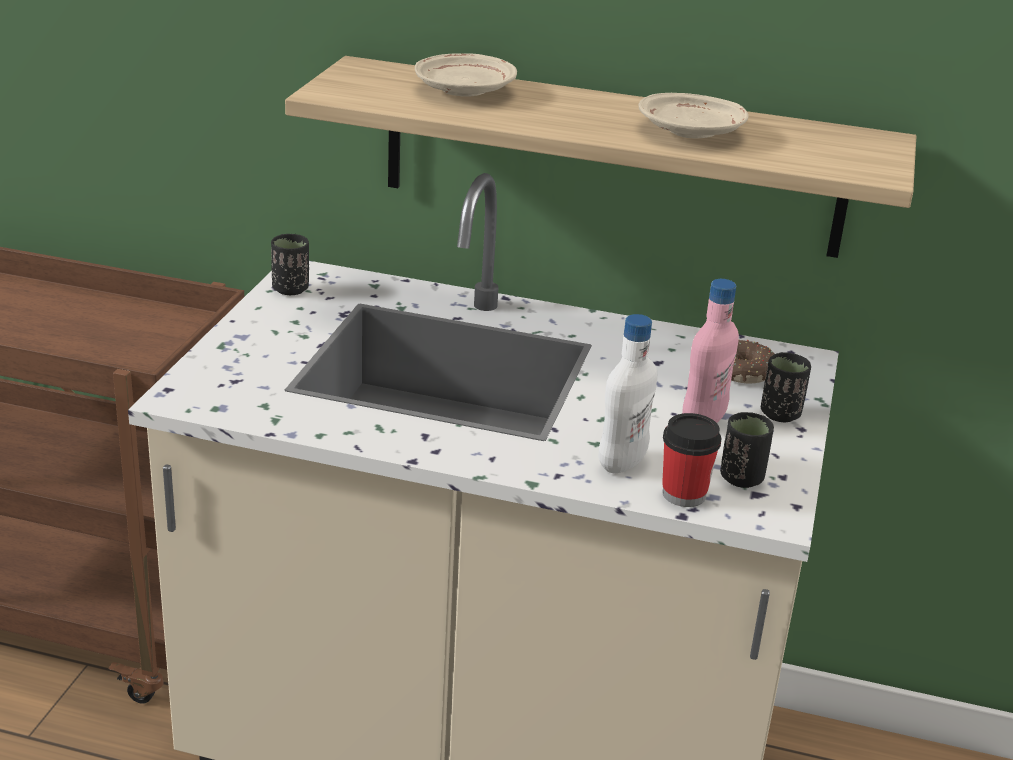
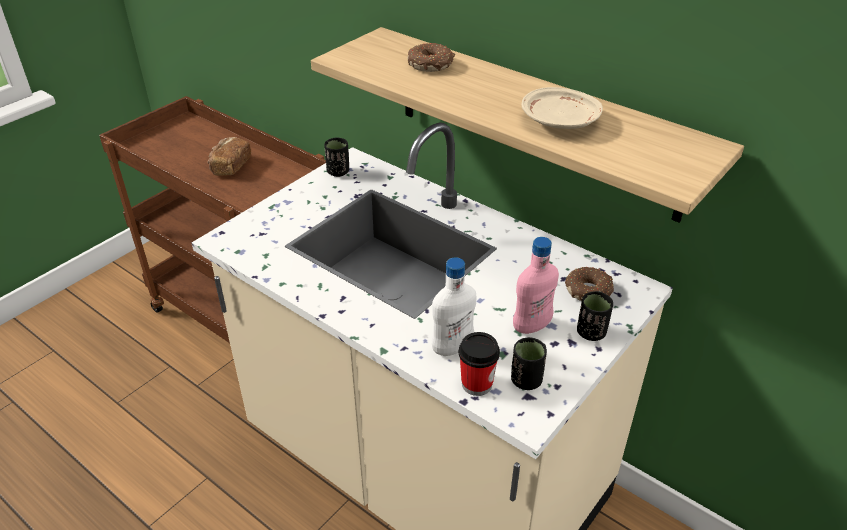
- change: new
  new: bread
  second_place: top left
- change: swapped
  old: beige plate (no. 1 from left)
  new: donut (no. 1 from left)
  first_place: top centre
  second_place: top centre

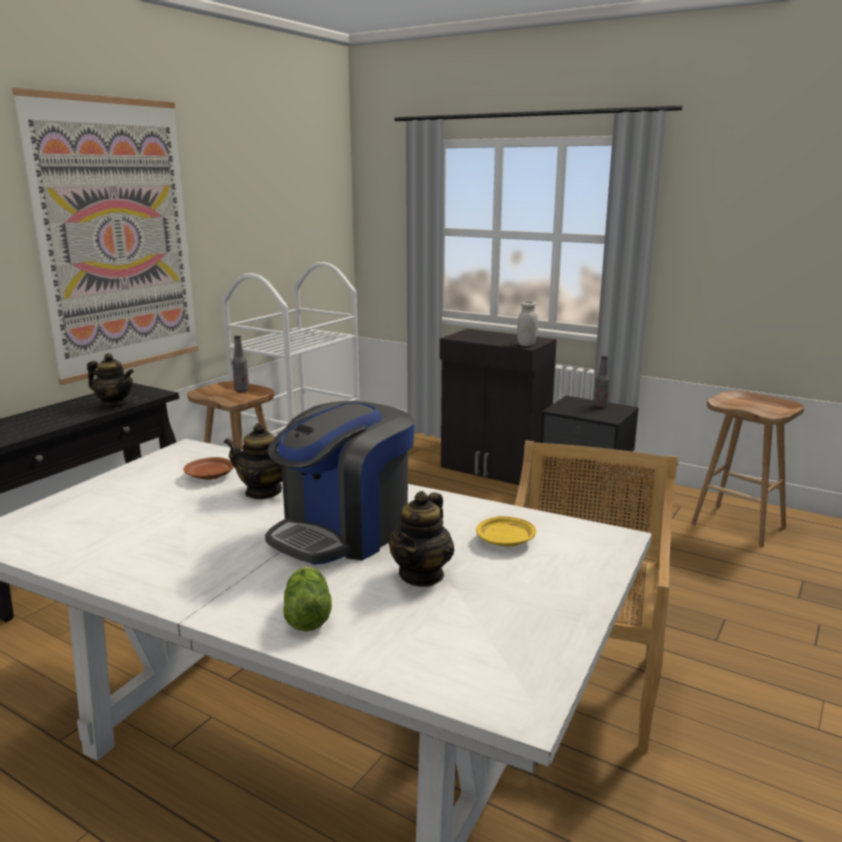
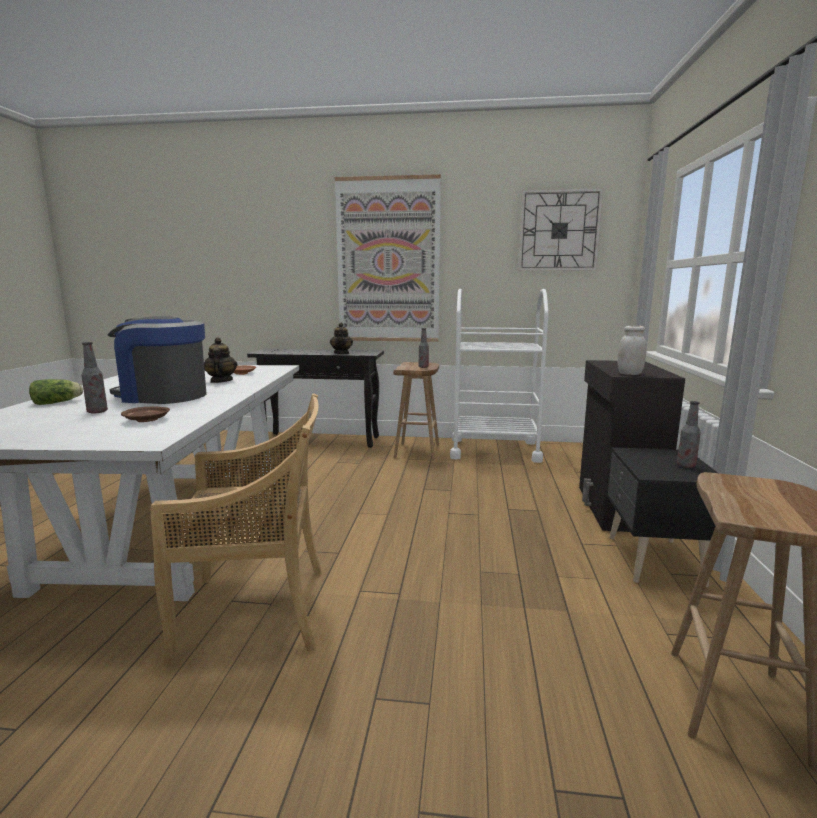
- change: new
  new: wall clock
  second_place: top right
- change: swapped
  old: teapot (no. 3 from left)
  new: bottle (no. 1 from left)
  first_place: centre
  second_place: middle left
- change: repainted
  old: yellow plate
  new: brown plate (no. 1 from left)
  first_place: centre
  second_place: middle left

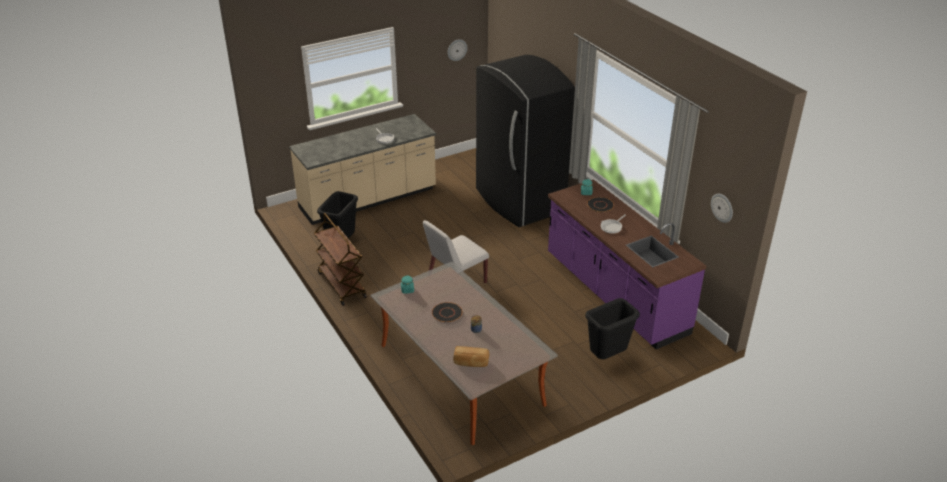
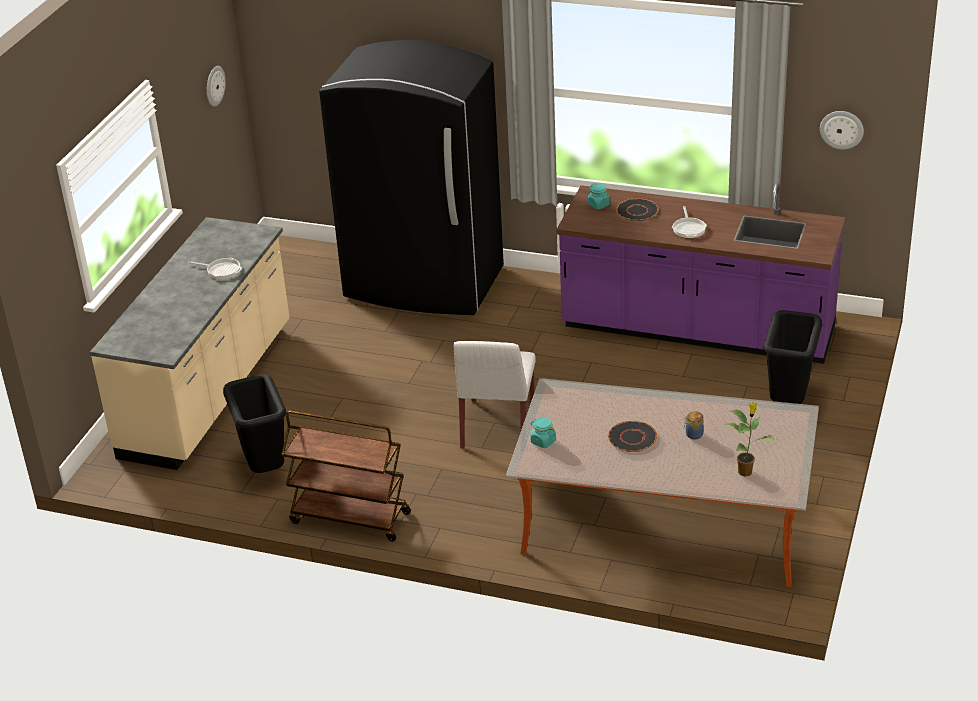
- change: swapped
  old: bread
  new: potted plant
  first_place: bottom centre
  second_place: middle right

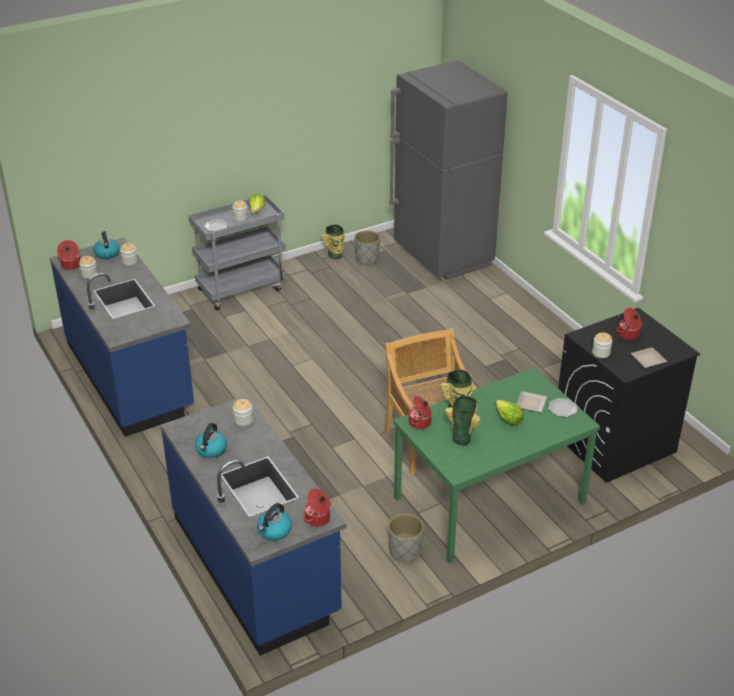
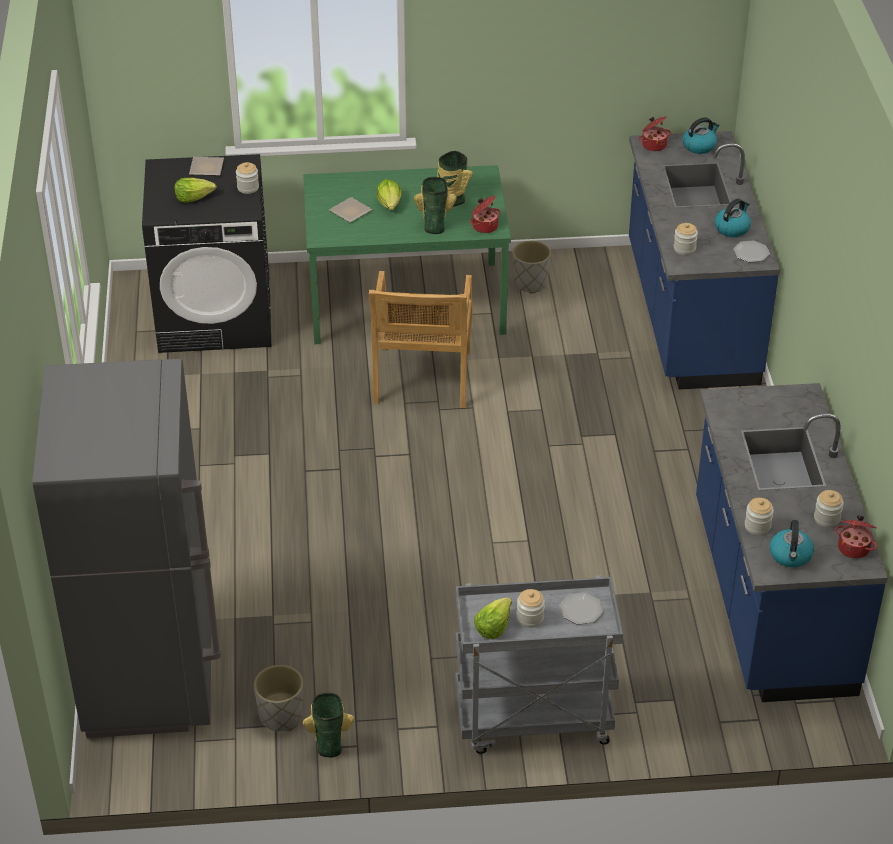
- change: shifted
  old: plate (no. 3 from left in the first image)
  new: plate (no. 4 from left)
  first_place: middle right
  second_place: top right
- change: swapped
  old: cooking pot (no. 4 from left)
  new: lettuce (no. 1 from left)
  first_place: middle right
  second_place: top left

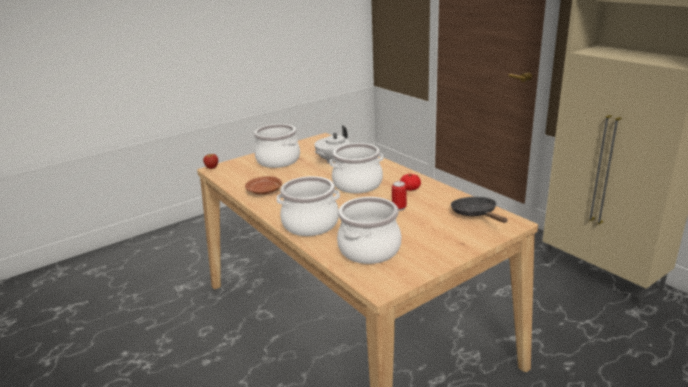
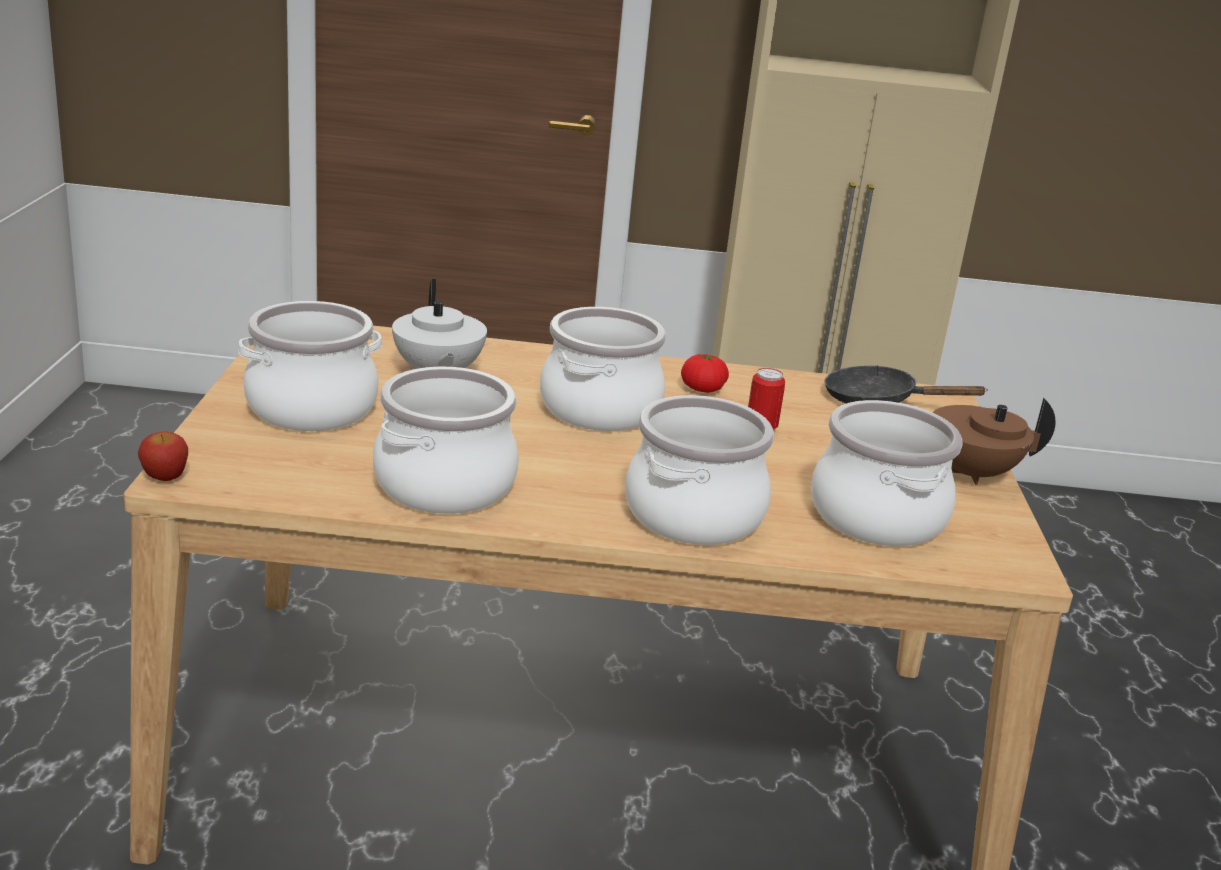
- change: new
  new: brown teapot
  second_place: middle right
- change: swapped
  old: brown plate
  new: cooking pot (no. 2 from left)
  first_place: centre
  second_place: centre

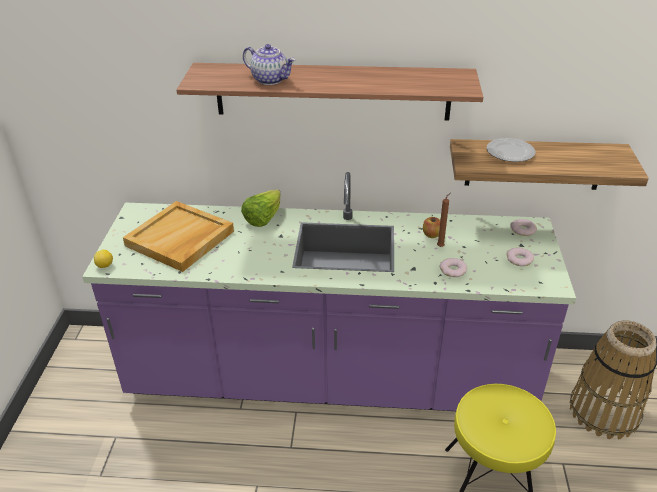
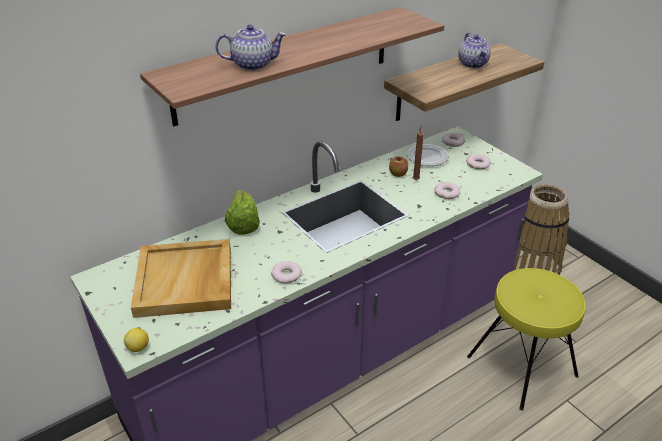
- change: new
  new: donut (no. 1 from left)
  second_place: centre
- change: new
  new: teapot (no. 2 from left)
  second_place: top right
- change: shifted
  old: plate
  first_place: top right
  second_place: centre

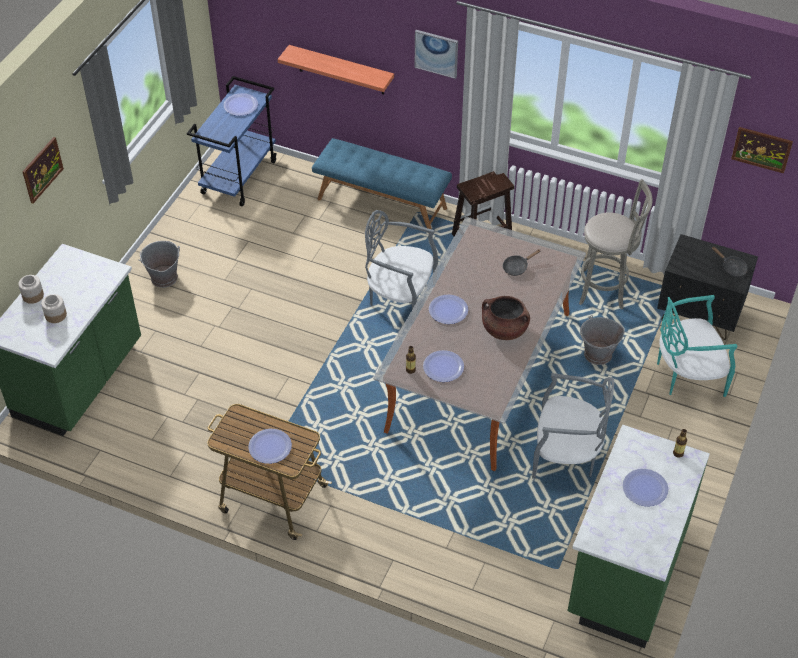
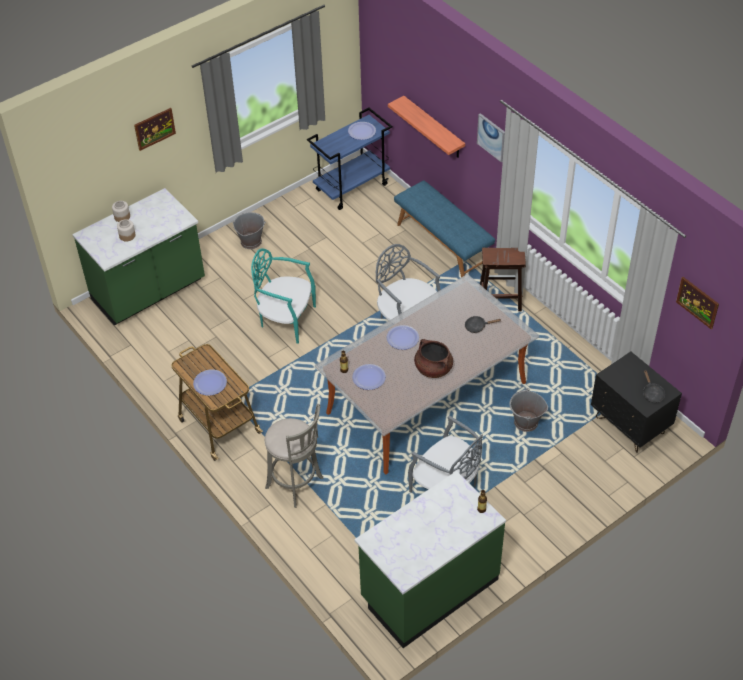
- change: gone
  old: plate (no. 5 from left)
  first_place: bottom right
- change: shifted
  old: grey stool
  first_place: middle right
  second_place: bottom centre
- change: shifted
  old: turquoise chair
  first_place: middle right
  second_place: centre

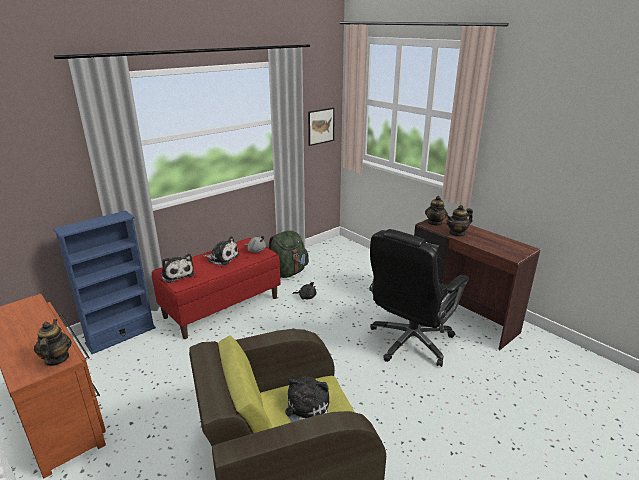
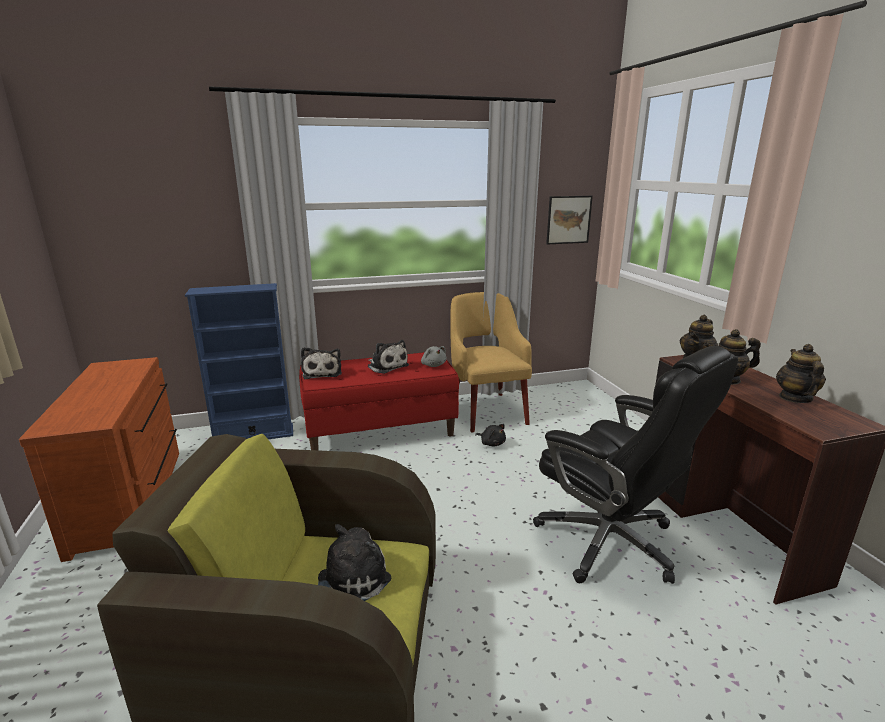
- change: shifted
  old: teapot (no. 1 from left in the first image)
  new: teapot (no. 3 from left)
  first_place: bottom left
  second_place: middle right
- change: swapped
  old: green backpack
  new: yellow armchair
  first_place: centre
  second_place: centre
- change: rotated
  old: black office chair
  first_place: centre
  second_place: middle right
  degrees: -105

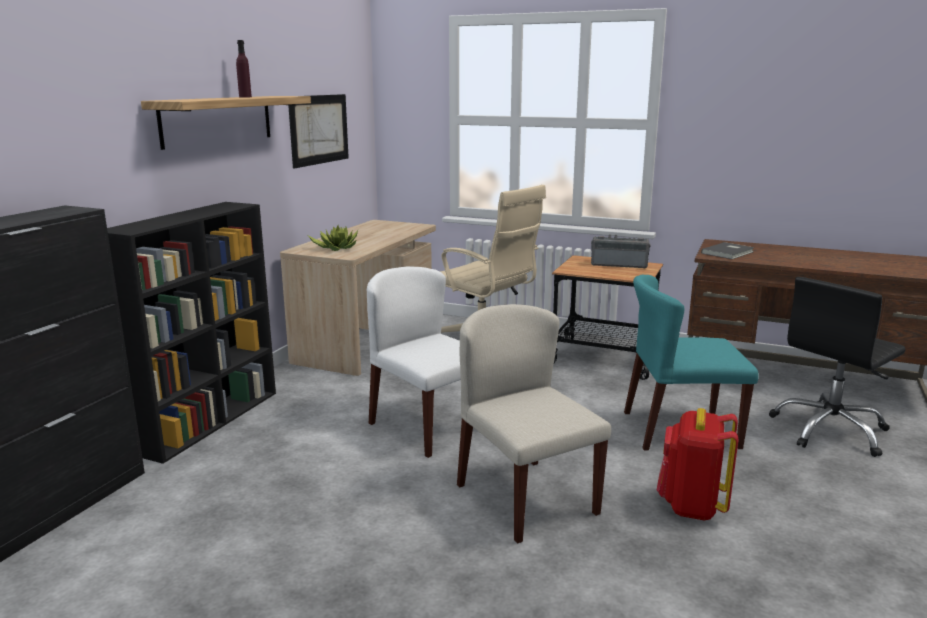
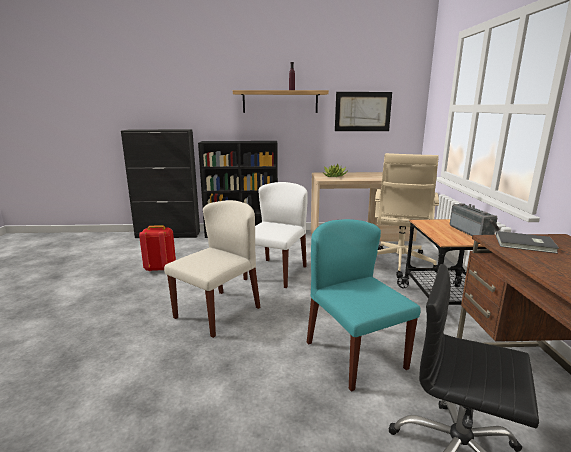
- change: shifted
  old: red backpack
  first_place: bottom right
  second_place: middle left

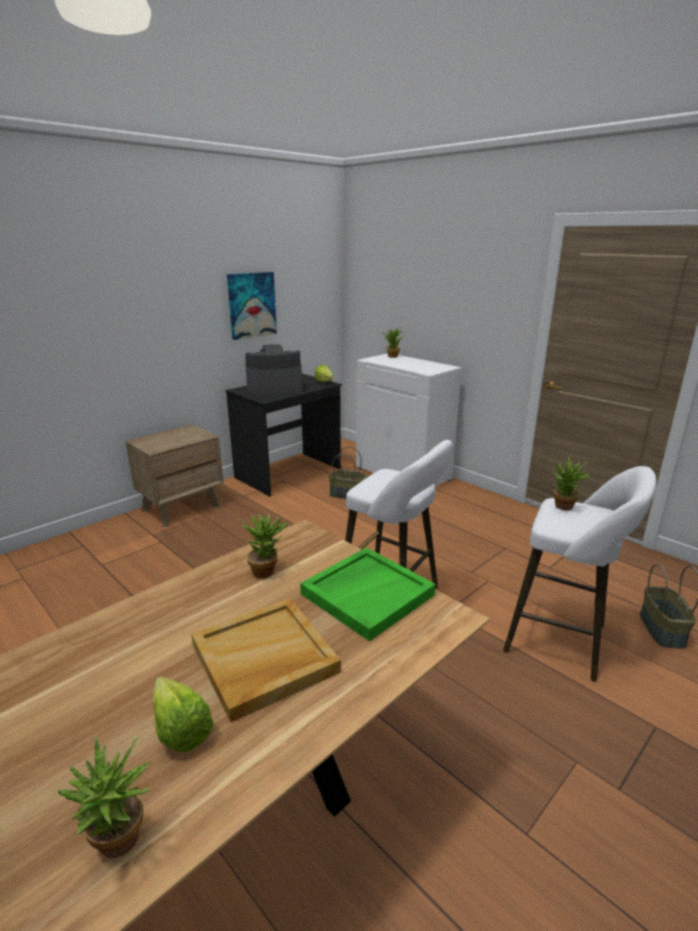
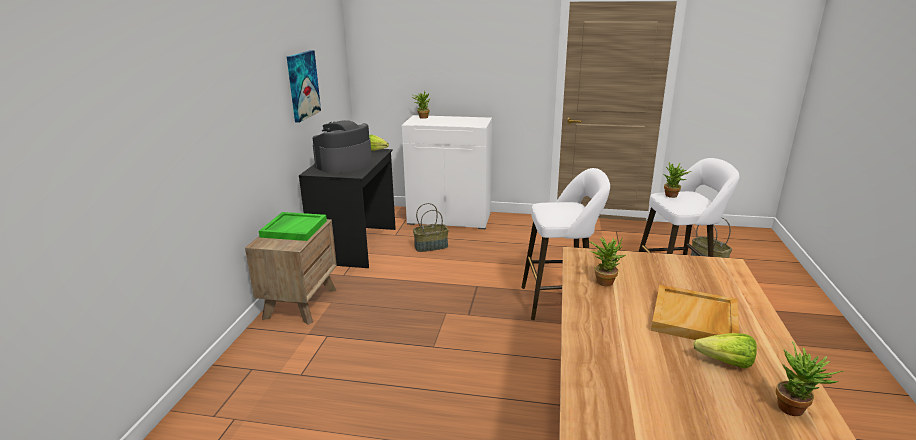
- change: shifted
  old: green tray
  first_place: centre
  second_place: middle left

